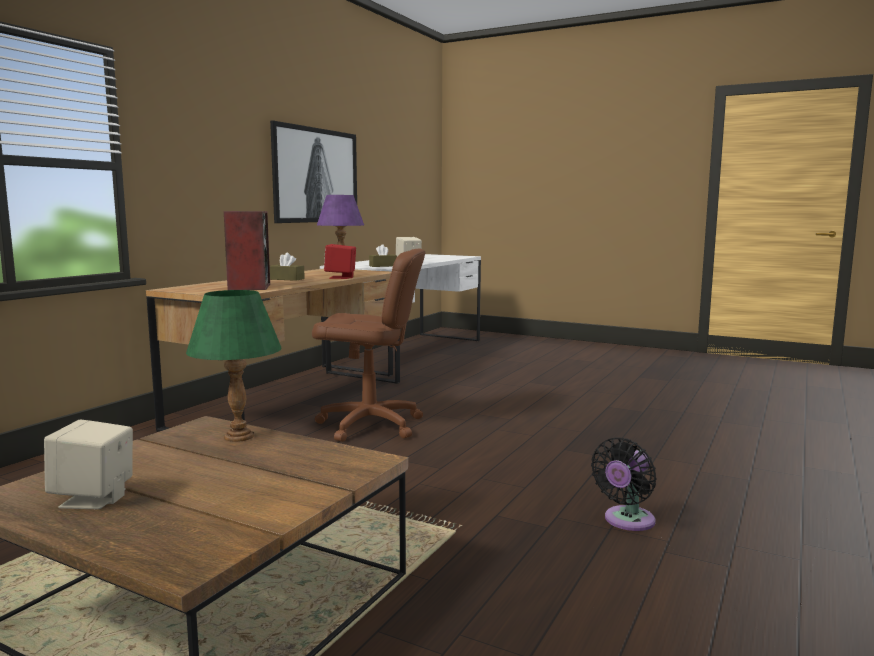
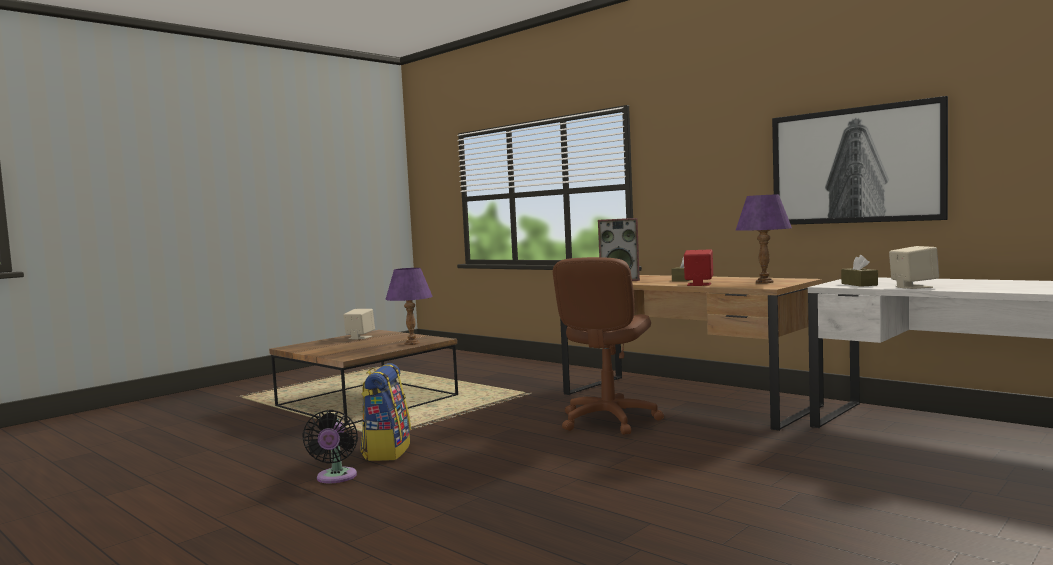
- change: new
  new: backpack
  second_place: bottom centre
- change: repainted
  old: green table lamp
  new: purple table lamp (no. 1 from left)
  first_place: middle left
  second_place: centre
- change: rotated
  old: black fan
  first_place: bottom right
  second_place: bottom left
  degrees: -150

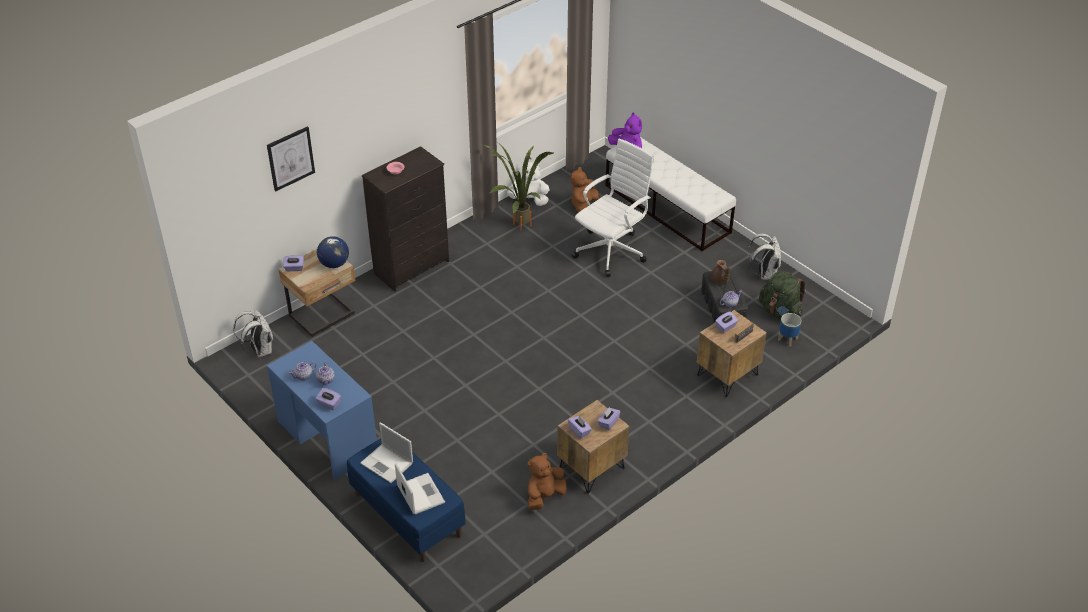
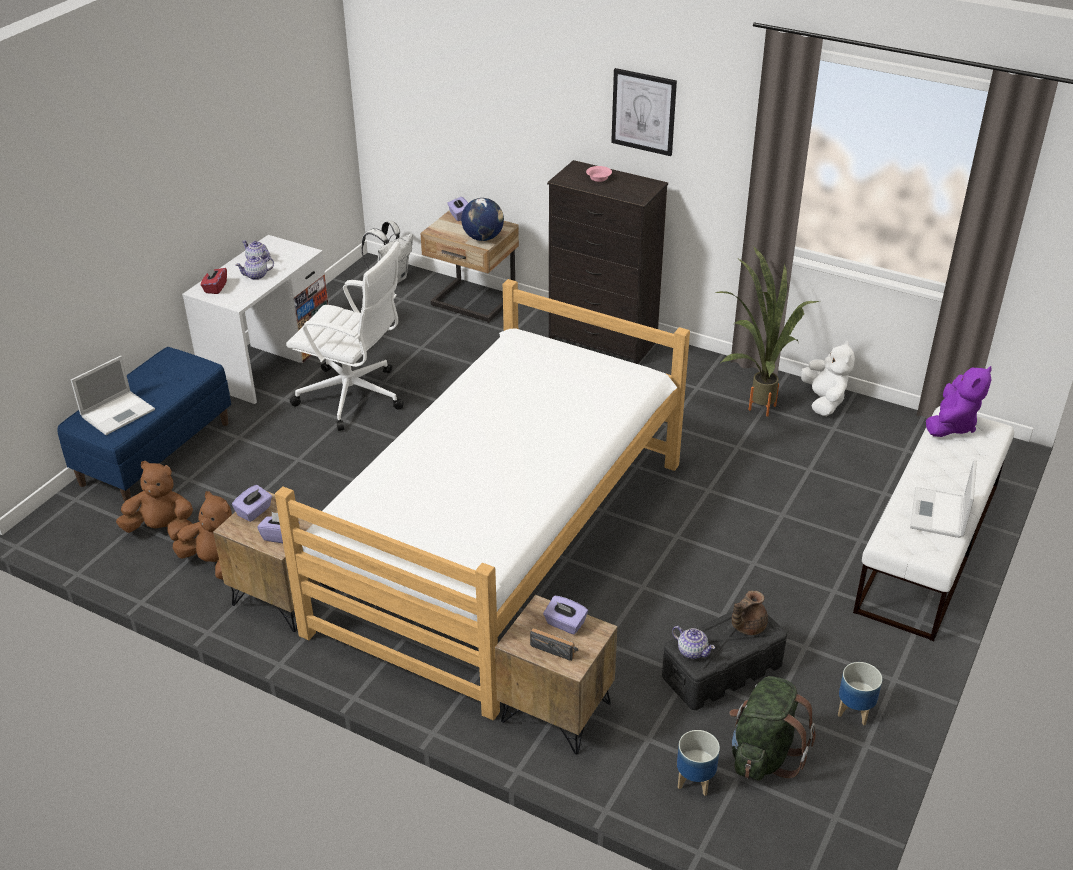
- change: new
  new: bed
  second_place: centre
- change: shifted
  old: picture
  first_place: top left
  second_place: top centre
- change: shifted
  old: laptop (no. 1 from left in the first image)
  new: laptop (no. 2 from left)
  first_place: bottom centre
  second_place: middle right
- change: shifted
  old: brown plush toy (no. 2 from left in the first image)
  new: brown plush toy (no. 1 from left)
  first_place: top centre
  second_place: middle left
- change: shifted
  old: white office chair
  first_place: centre
  second_place: middle left
- change: swapped
  old: white backpack (no. 2 from left)
  new: planter (no. 2 from left)
  first_place: middle right
  second_place: bottom right
- change: repainted
  old: blue desk
  new: white desk
  first_place: bottom left
  second_place: middle left
- change: repainted
  old: purple tissue box (no. 2 from left)
  new: red tissue box
  first_place: middle left
  second_place: top left

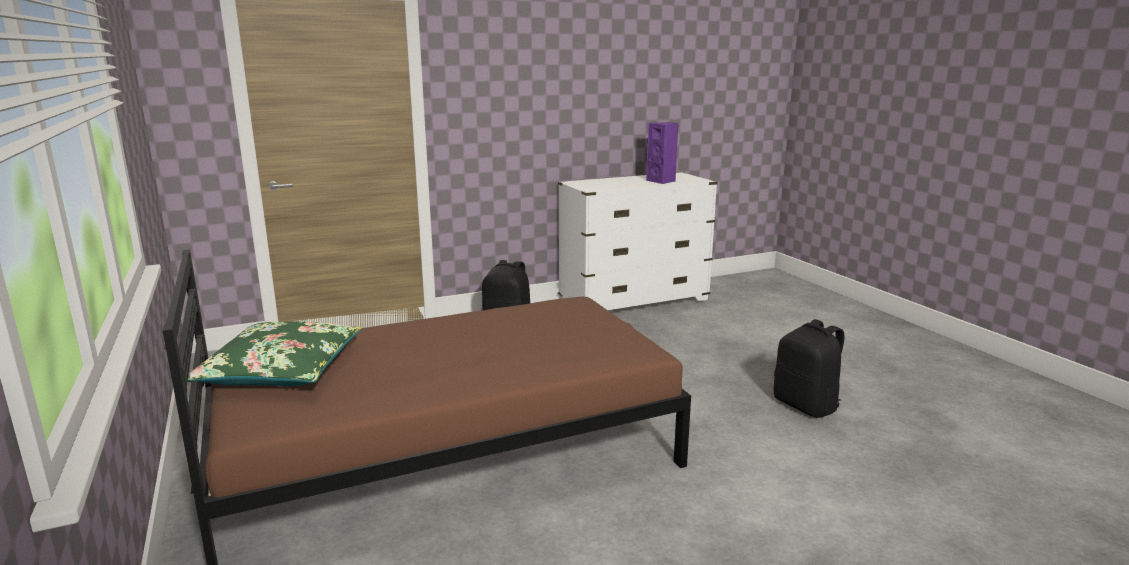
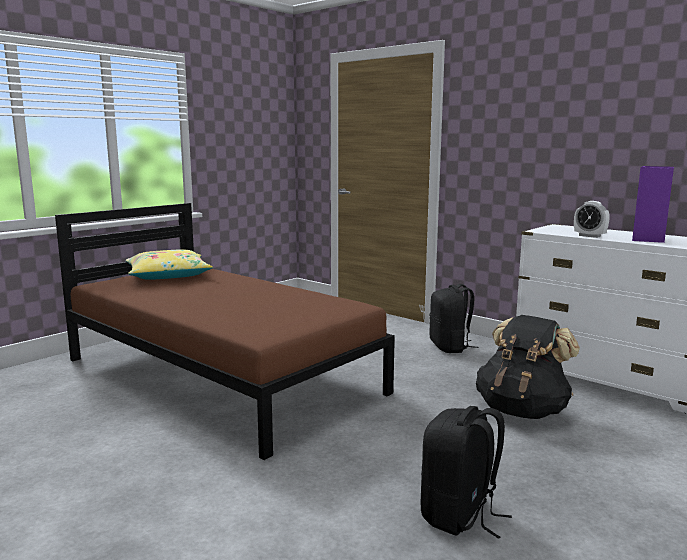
- change: new
  new: black backpack (no. 3 from left)
  second_place: middle right
- change: new
  new: alarm clock
  second_place: middle right
- change: repainted
  old: green pillow
  new: yellow pillow
  first_place: middle left
  second_place: middle left

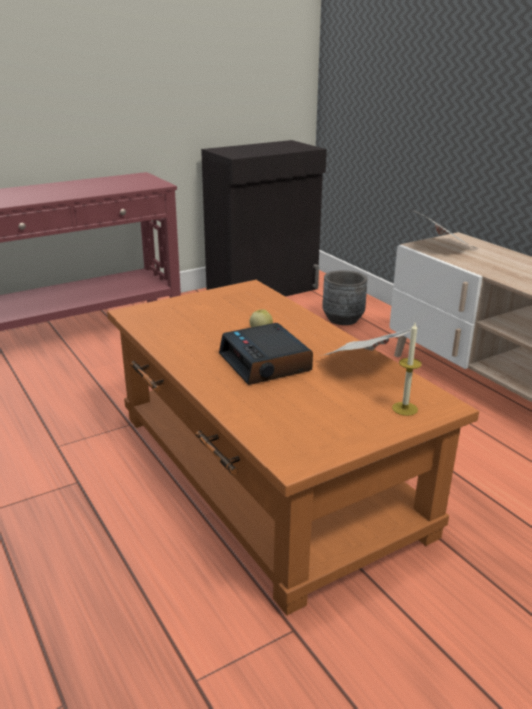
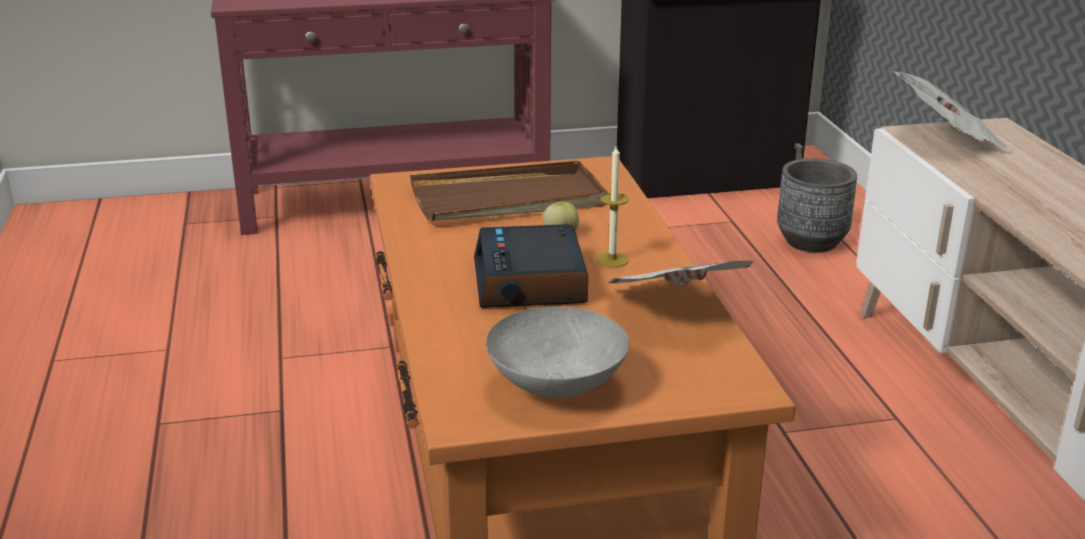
- change: new
  new: brown tray
  second_place: centre
- change: new
  new: grey bowl
  second_place: centre
- change: shifted
  old: candle
  first_place: middle right
  second_place: centre

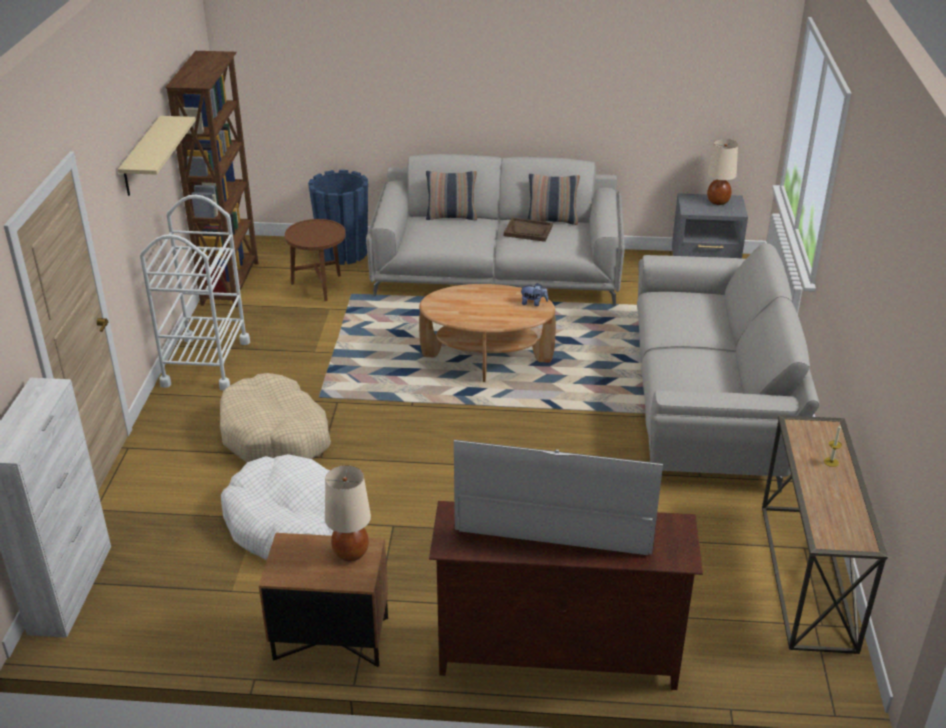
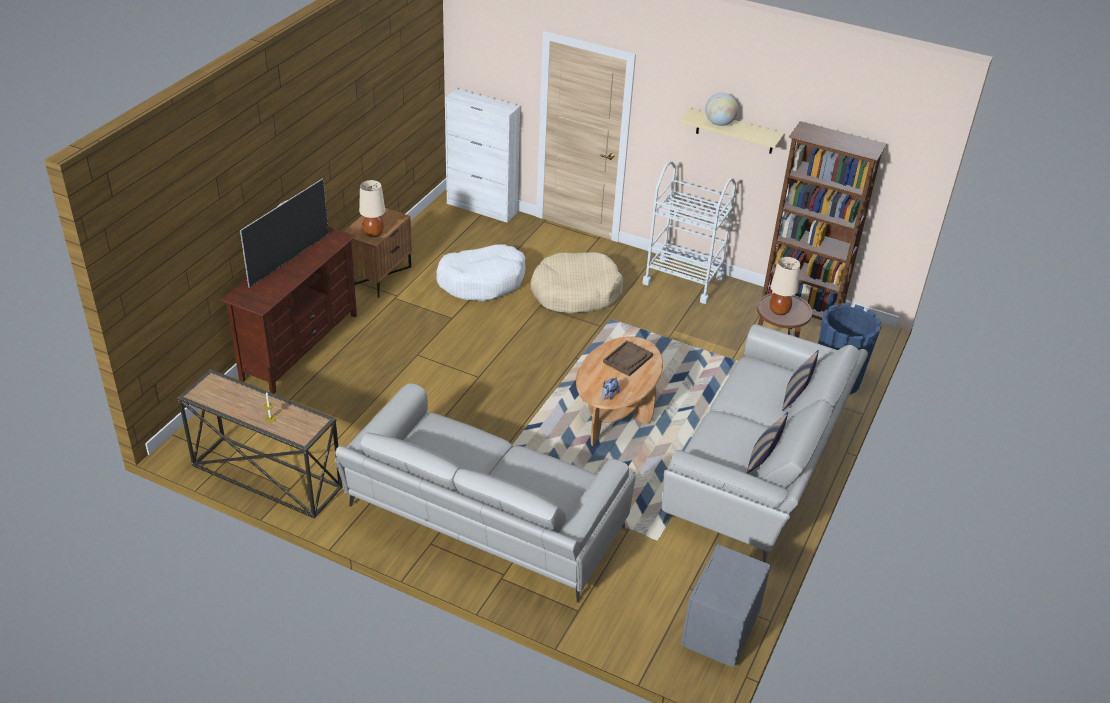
- change: new
  new: globe
  second_place: top centre
- change: shifted
  old: brown tray
  first_place: top centre
  second_place: centre
- change: shifted
  old: beige table lamp (no. 2 from left)
  first_place: top right
  second_place: middle right

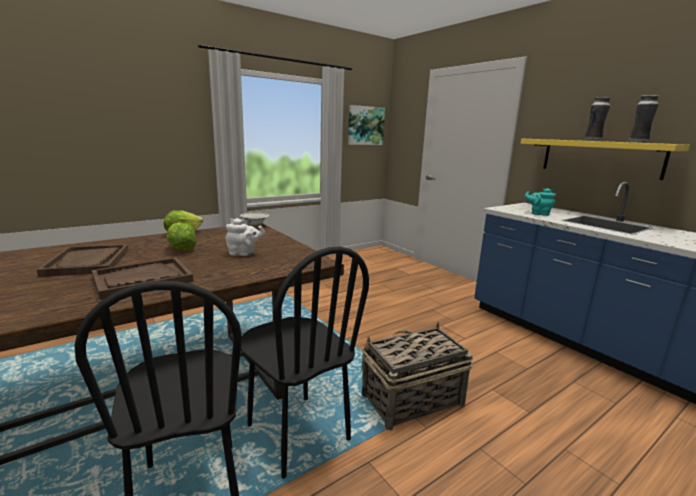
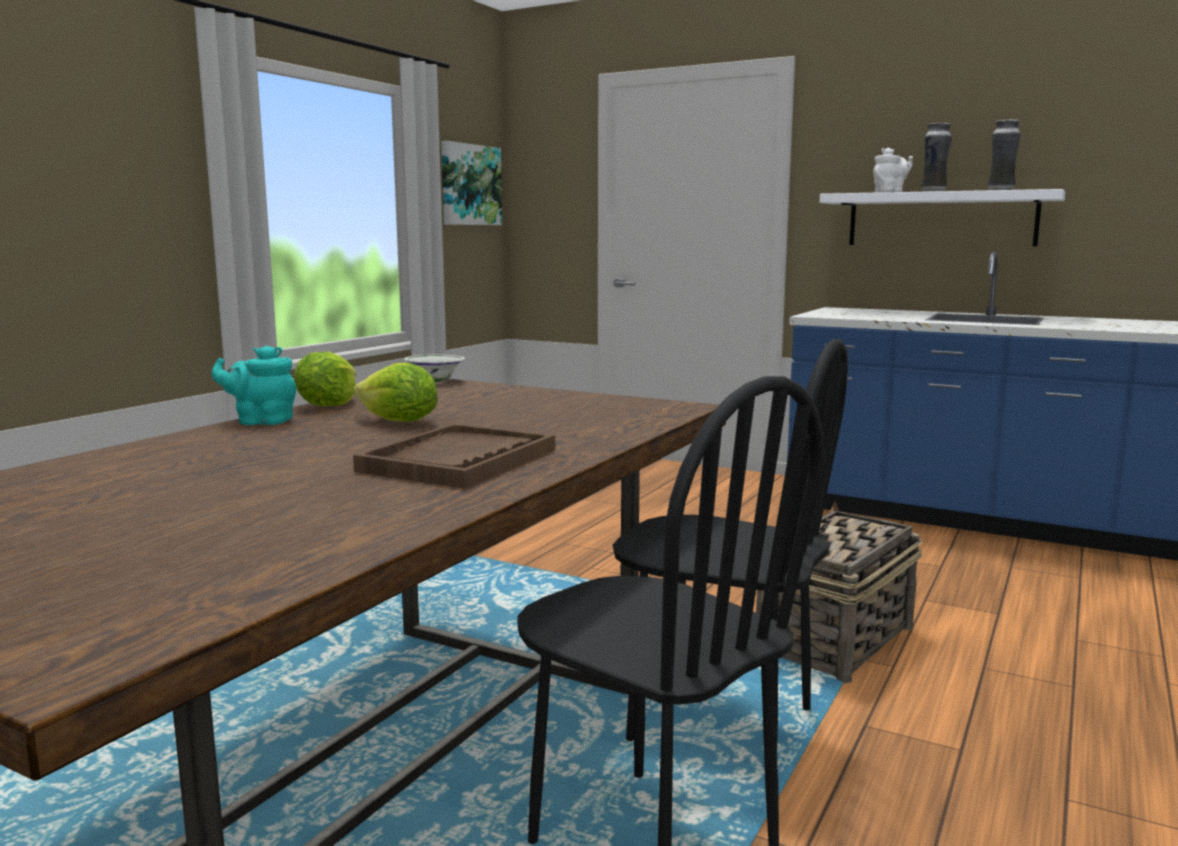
- change: gone
  old: brown tray (no. 1 from left)
  first_place: middle left
- change: shifted
  old: white teapot
  first_place: centre
  second_place: top right
- change: shifted
  old: turquoise teapot
  first_place: middle right
  second_place: middle left
- change: repainted
  old: yellow shelf
  new: white shelf
  first_place: top right
  second_place: top right

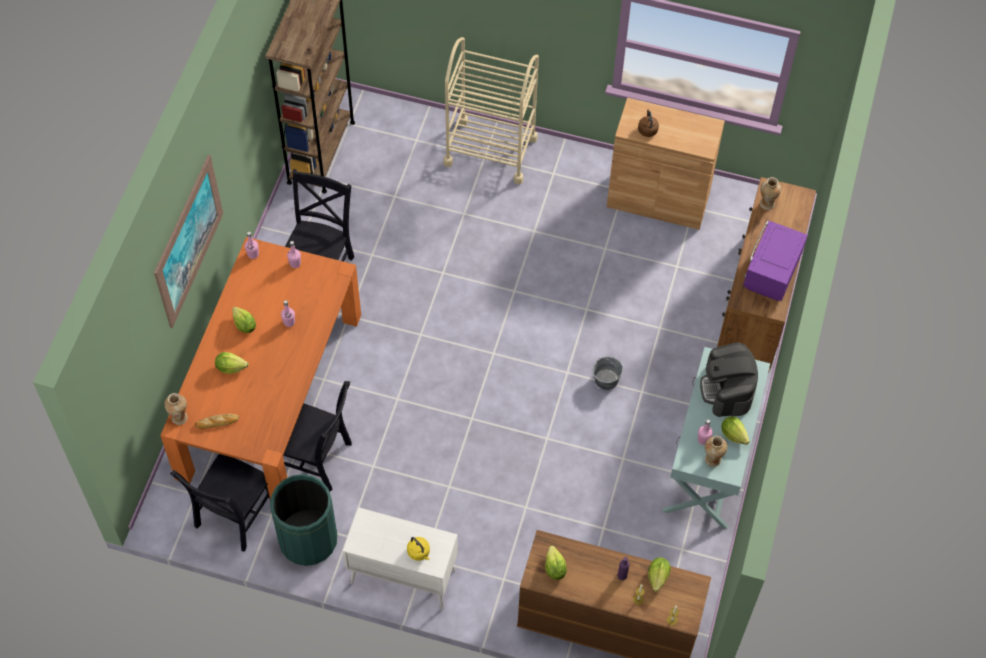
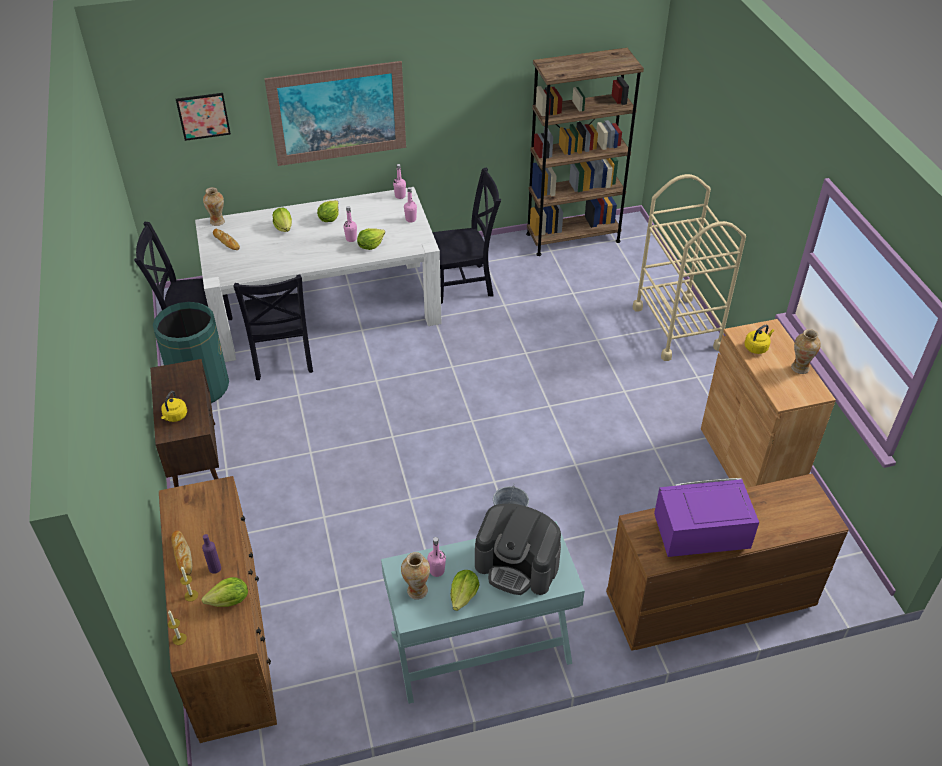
- change: new
  new: bread (no. 1 from left)
  second_place: bottom left
- change: new
  new: picture (no. 1 from left)
  second_place: top left
- change: shifted
  old: lettuce (no. 3 from left in the first image)
  new: lettuce (no. 4 from left)
  first_place: bottom centre
  second_place: top centre
- change: shifted
  old: vase (no. 3 from left)
  first_place: top right
  second_place: middle right
- change: repainted
  old: orange dining table
  new: white dining table
  first_place: middle left
  second_place: centre
- change: repainted
  old: white cabinet
  new: brown cabinet (no. 1 from left)
  first_place: bottom centre
  second_place: middle left
- change: repainted
  old: brown kettle
  new: yellow kettle (no. 2 from left)
  first_place: top centre
  second_place: middle right
- change: rotated
  old: coffee machine
  first_place: middle right
  second_place: bottom centre
  degrees: -120

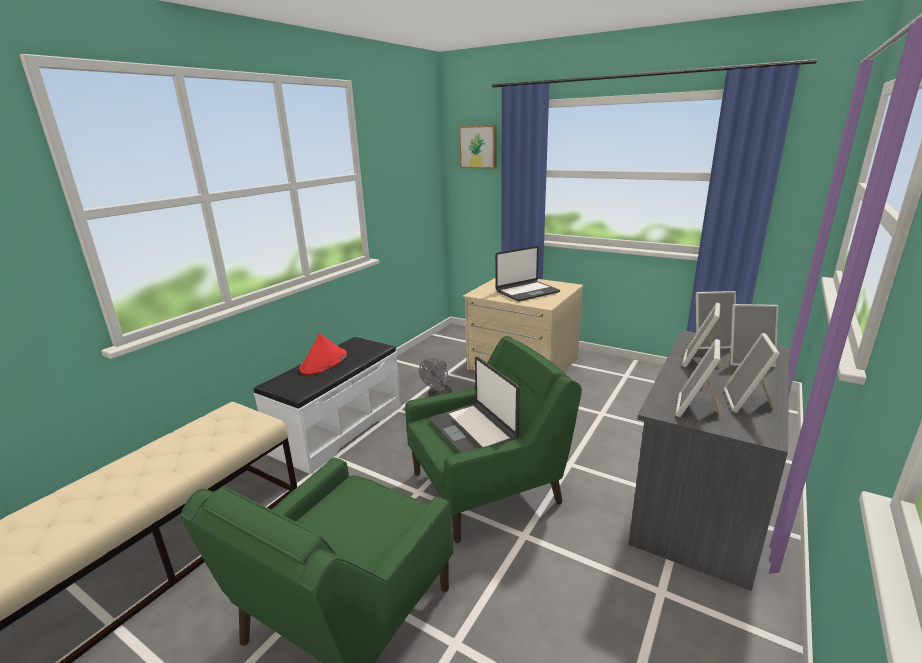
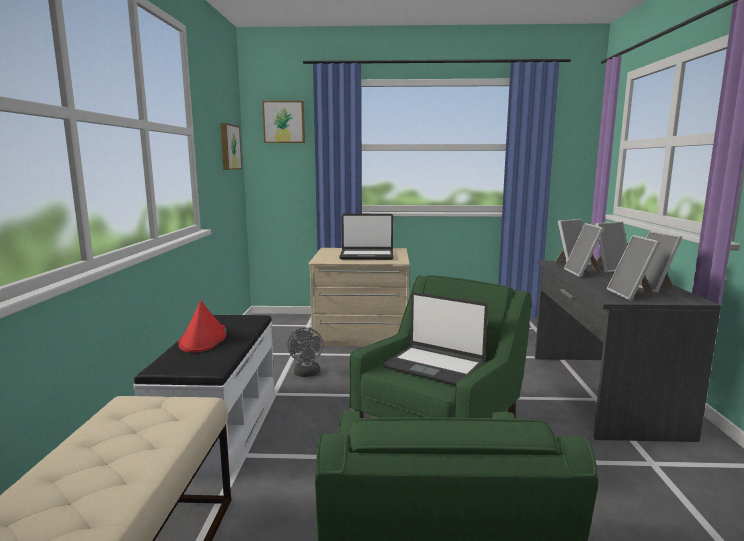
- change: new
  new: picture (no. 1 from left)
  second_place: top left
- change: rotated
  old: laptop (no. 2 from left in the first image)
  first_place: centre
  second_place: centre
  degrees: 60

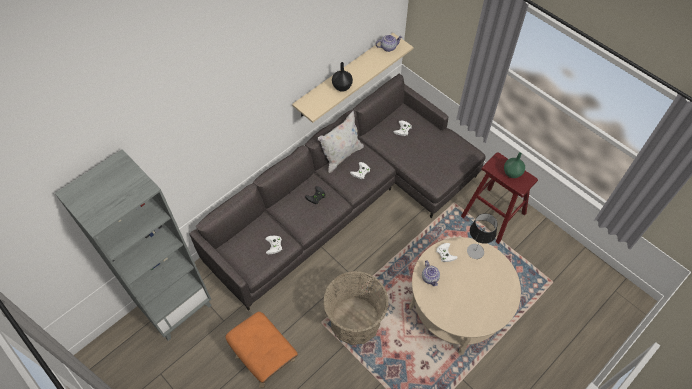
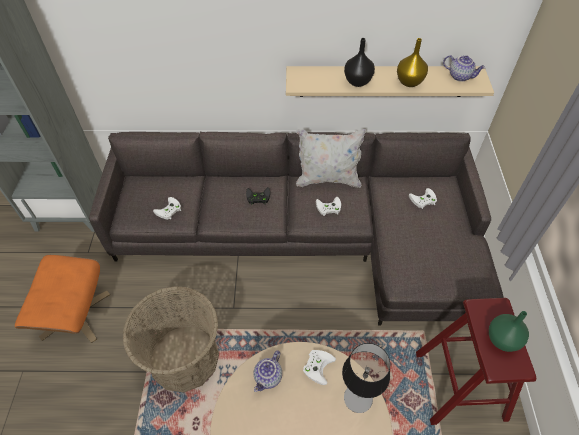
- change: new
  new: yellow vase
  second_place: top right

